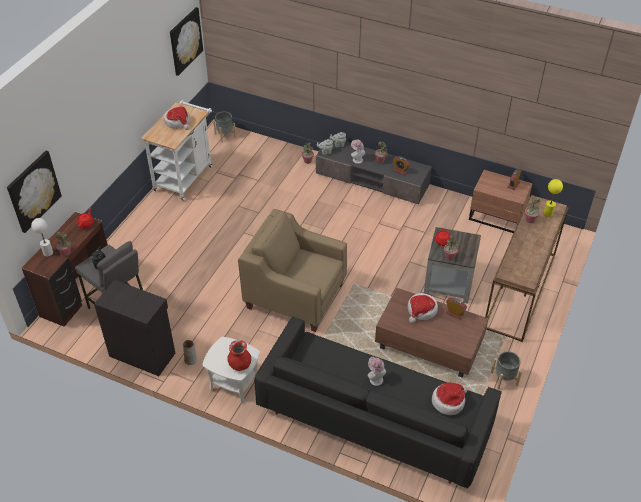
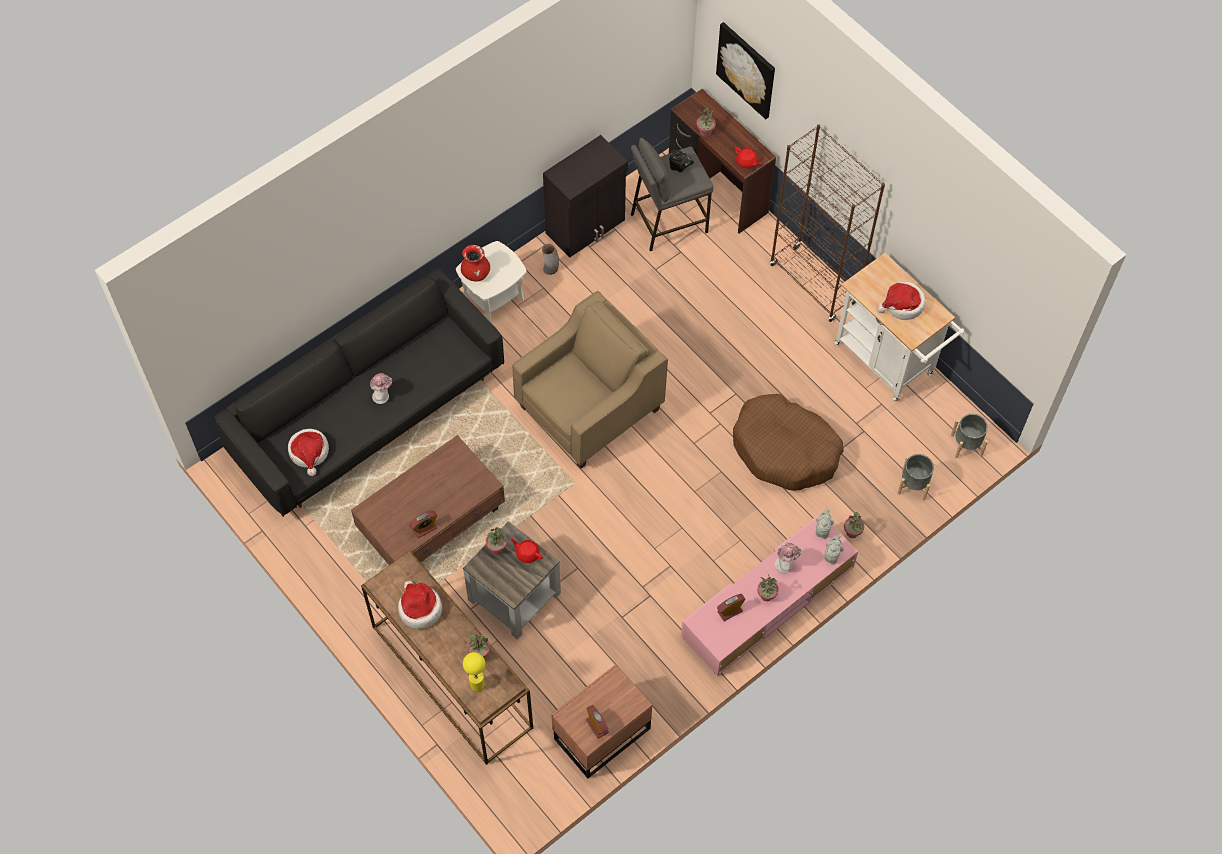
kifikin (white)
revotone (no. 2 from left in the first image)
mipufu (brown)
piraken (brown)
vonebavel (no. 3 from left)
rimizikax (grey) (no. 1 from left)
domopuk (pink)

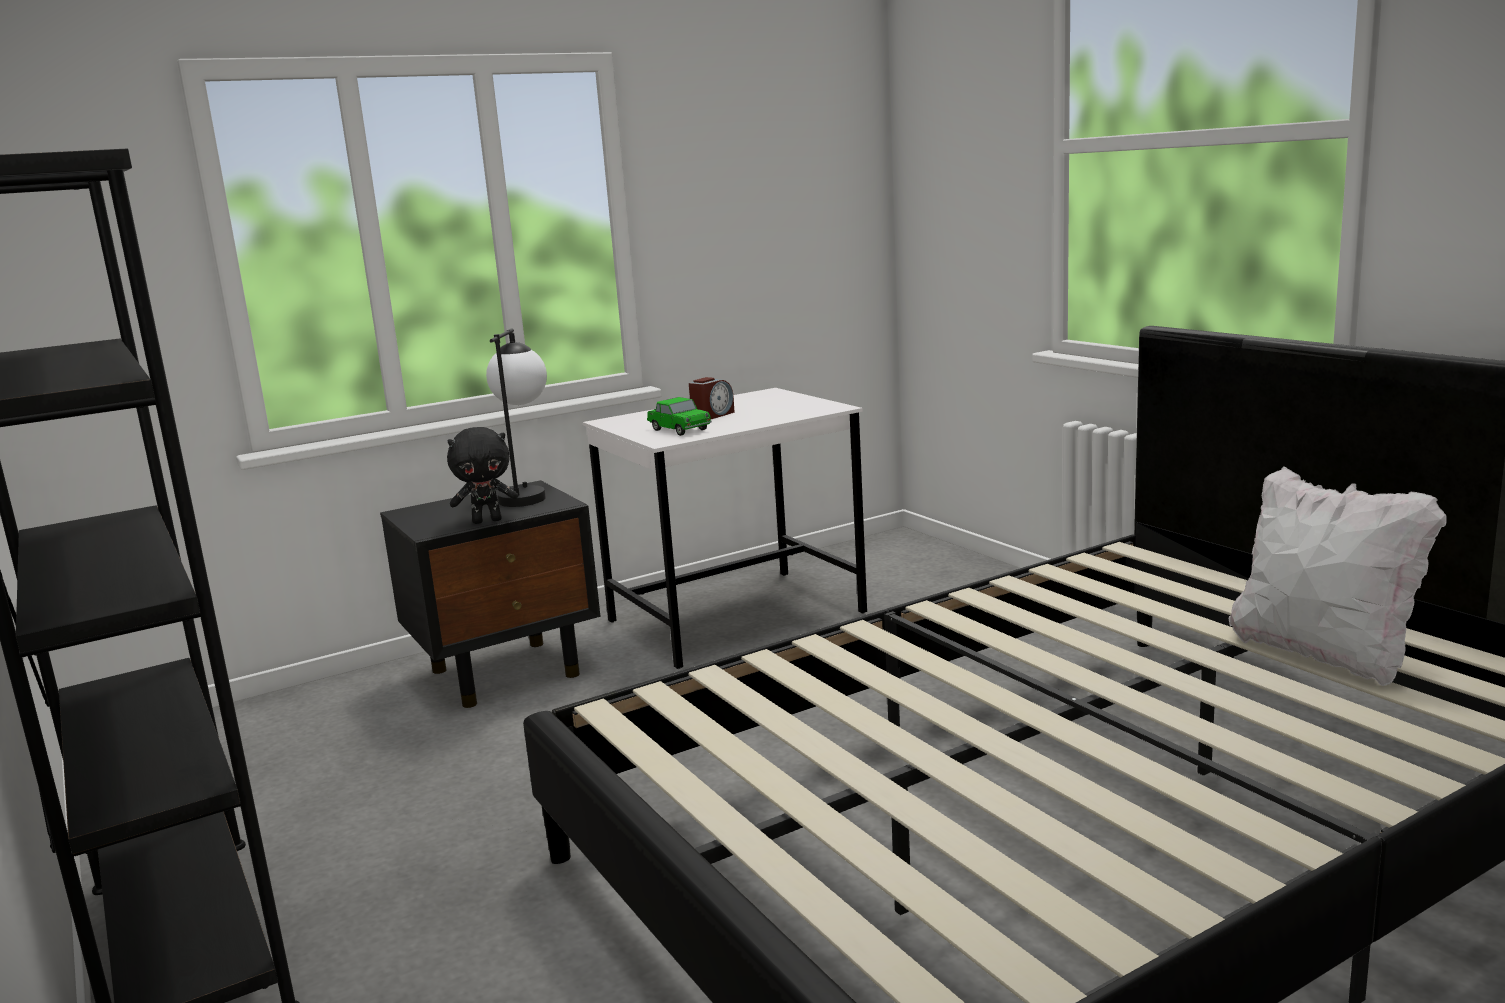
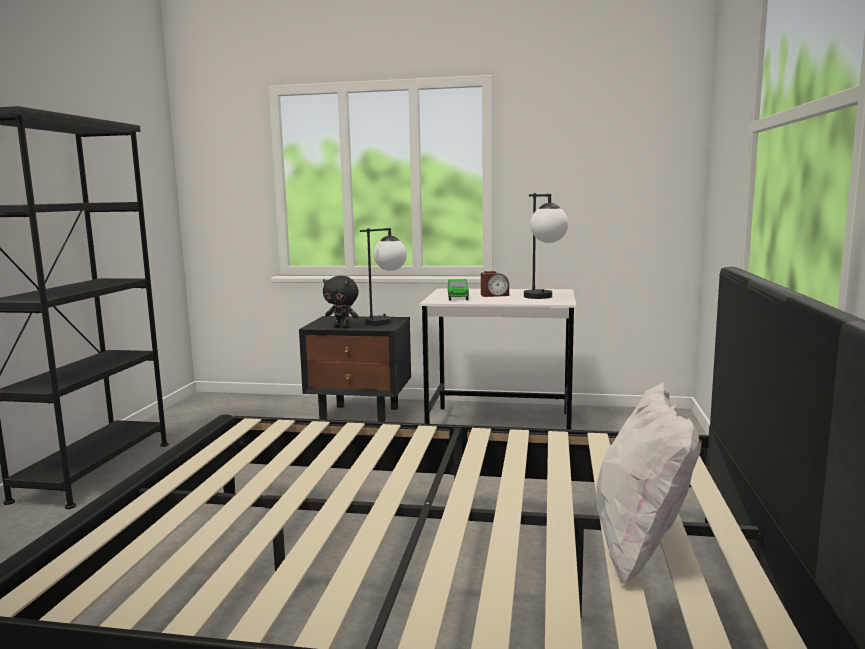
kifikin (no. 2 from left)

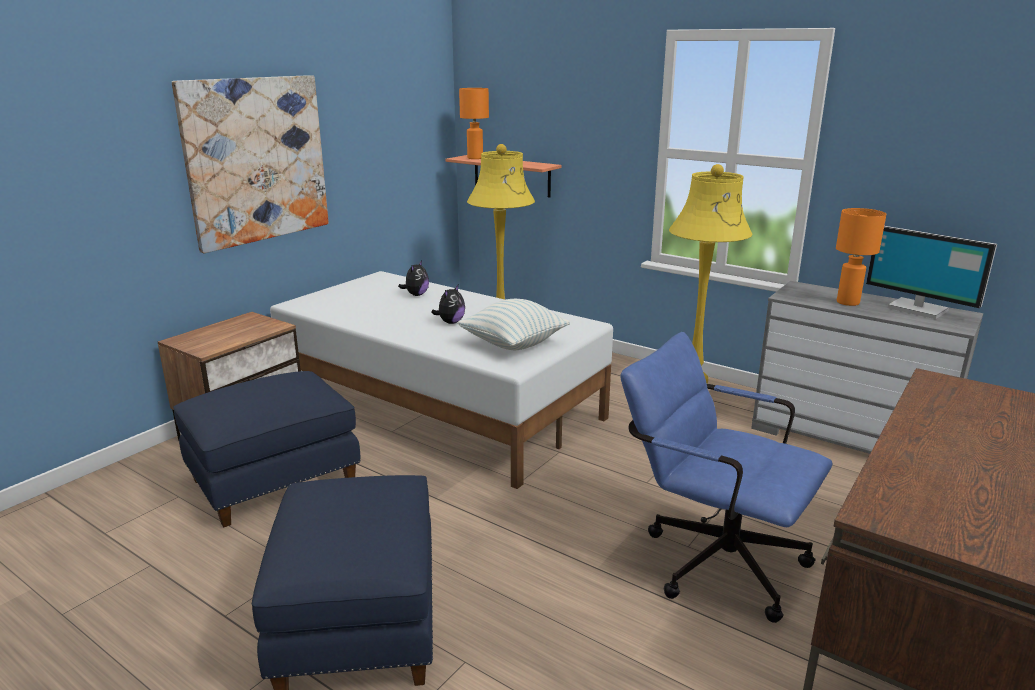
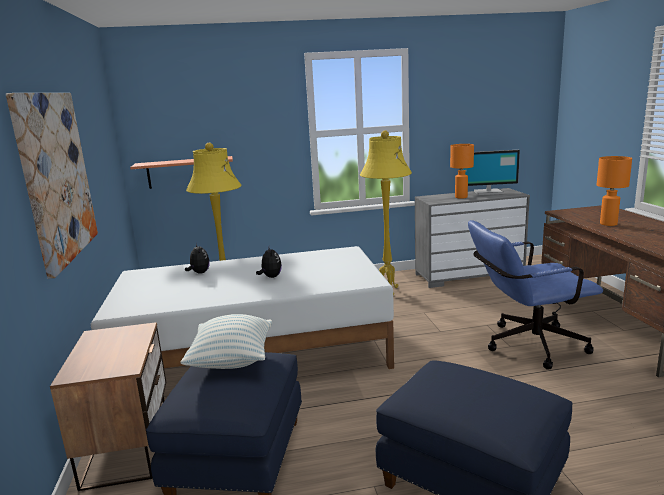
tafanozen
kifikin (orange) (no. 2 from left)

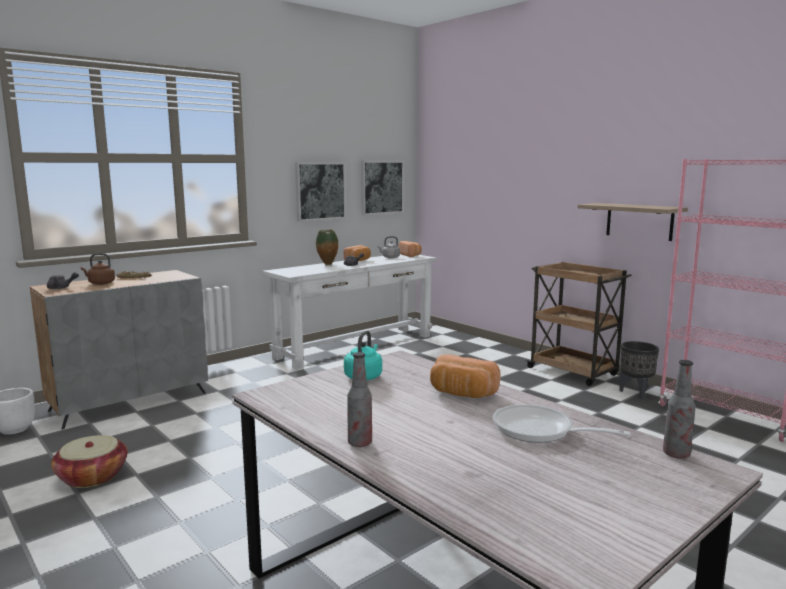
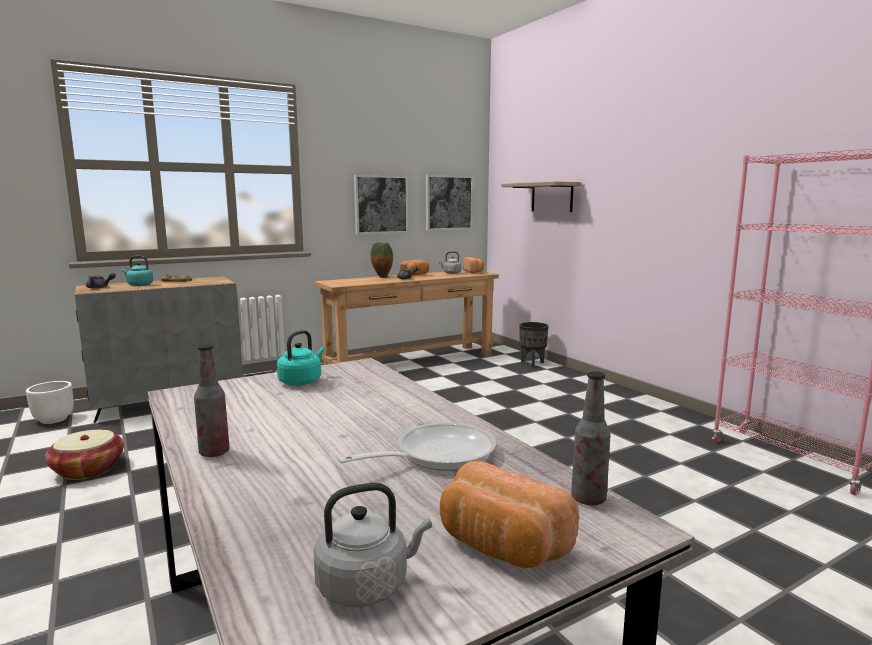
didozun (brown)
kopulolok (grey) (no. 1 from left)
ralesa (no. 4 from left)
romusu
rimizikax (black)
kopulolok (turquoise) (no. 1 from left)
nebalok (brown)
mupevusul

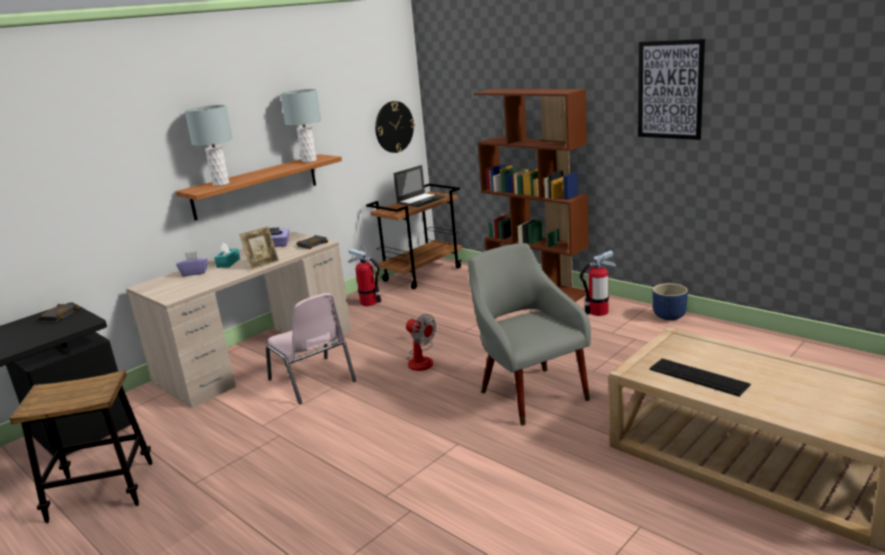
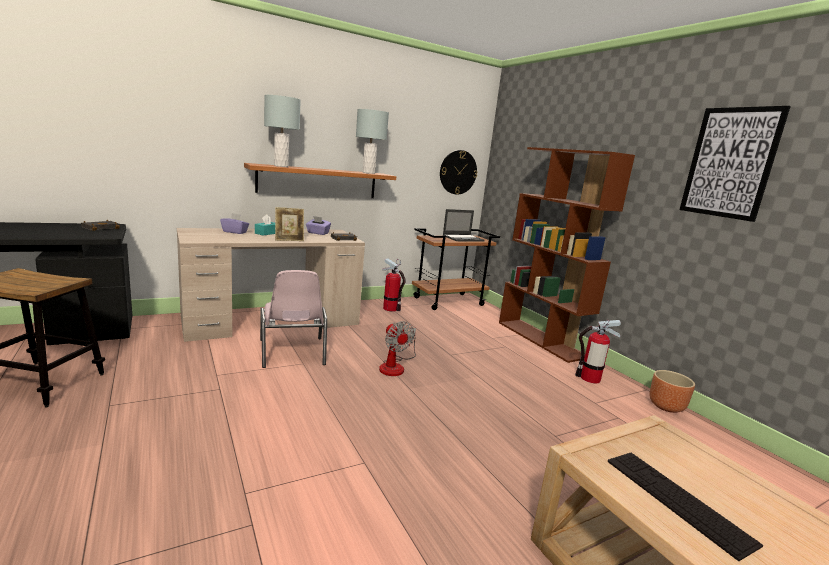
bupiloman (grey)
rimizikax (brown)

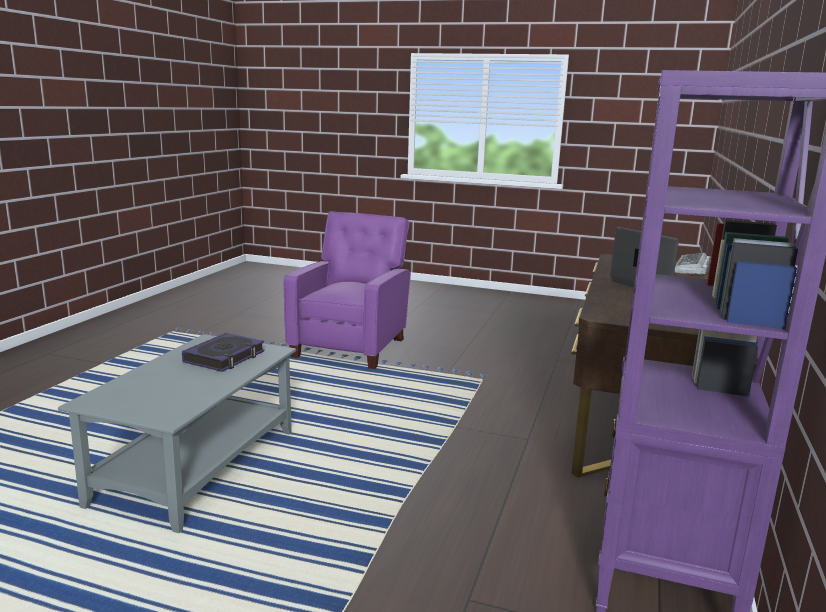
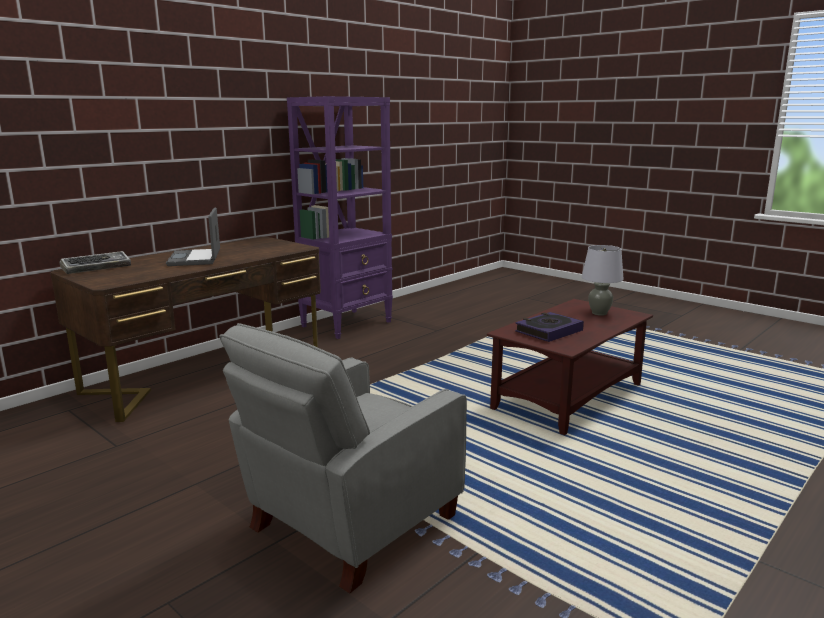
kifikin (grey)
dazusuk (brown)
bupiloman (grey)

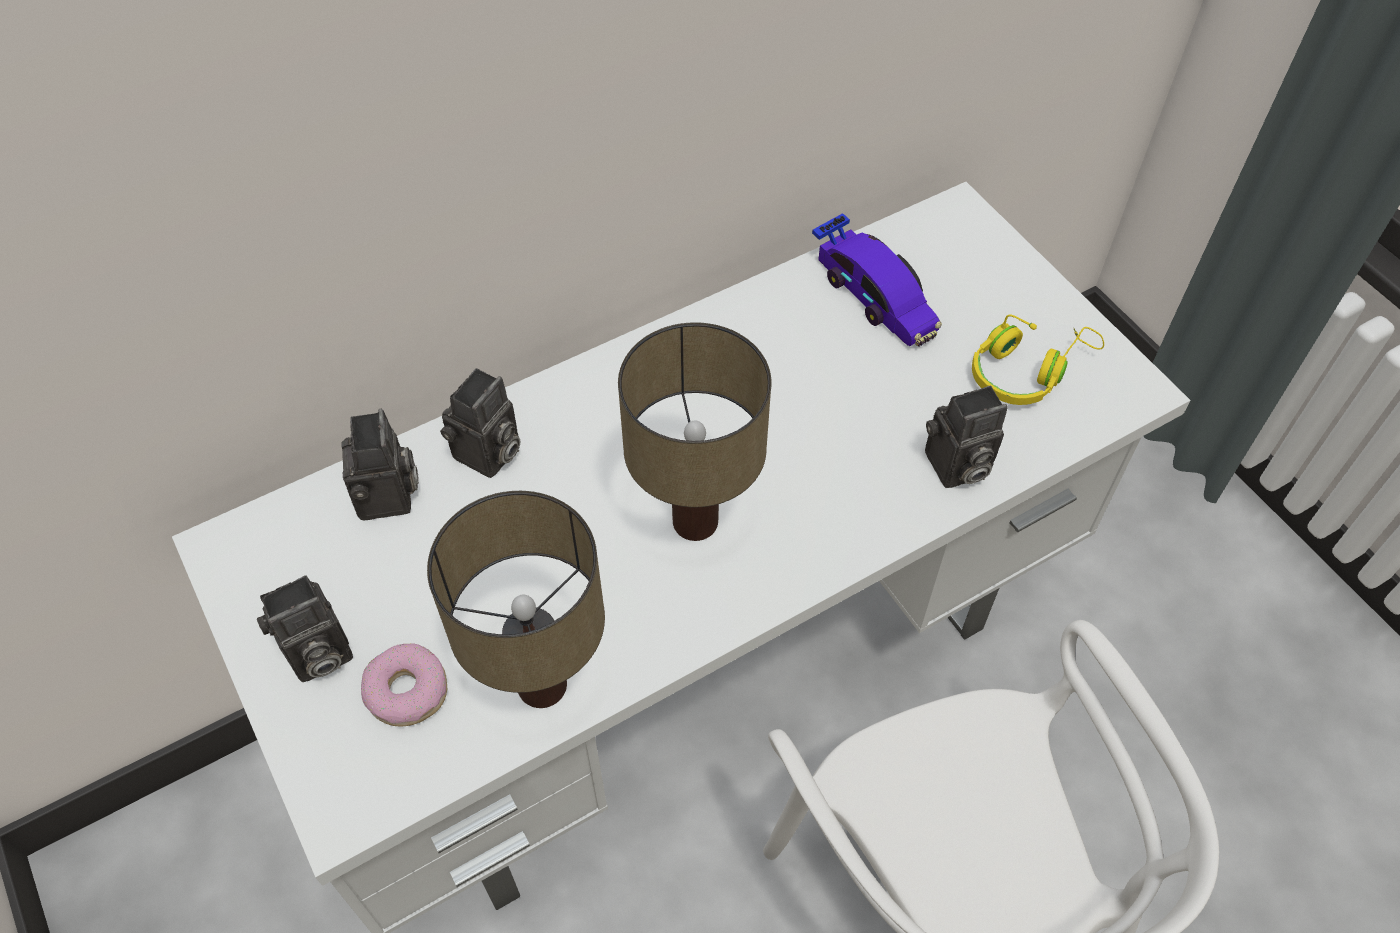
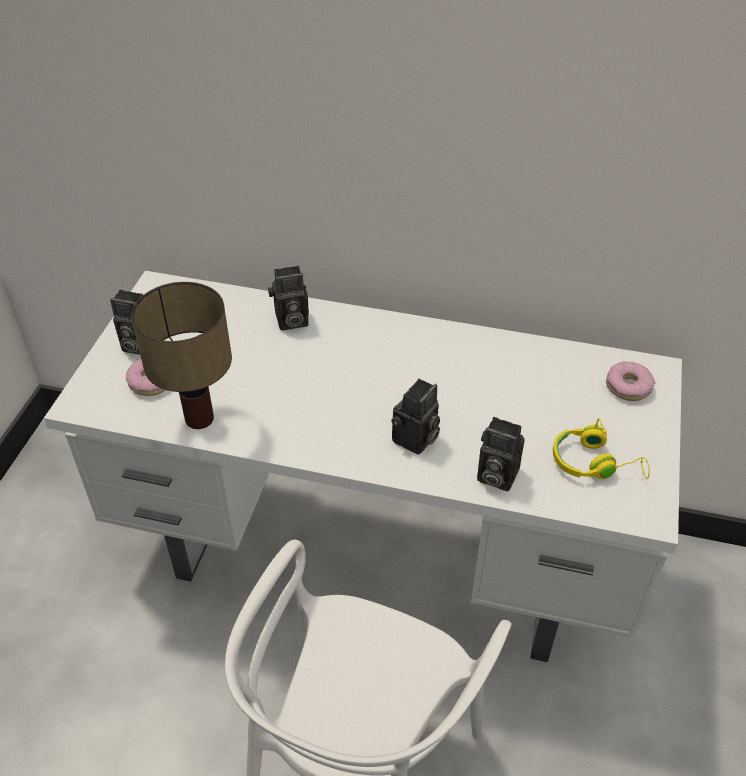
kifikin (no. 2 from left in the first image)
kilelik
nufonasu (no. 2 from left)
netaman (no. 3 from left)

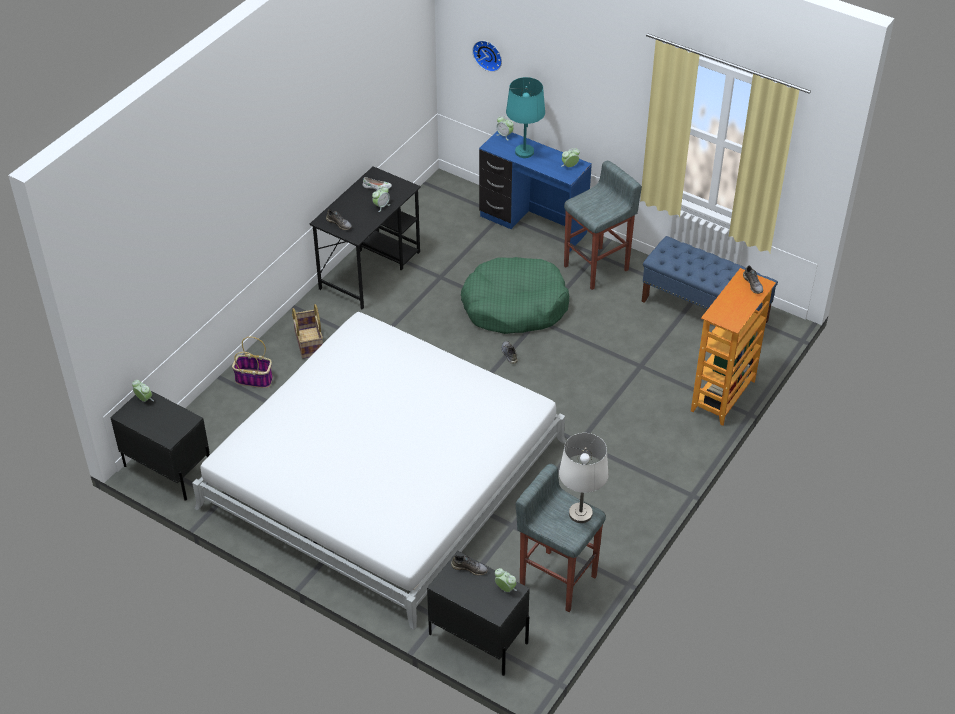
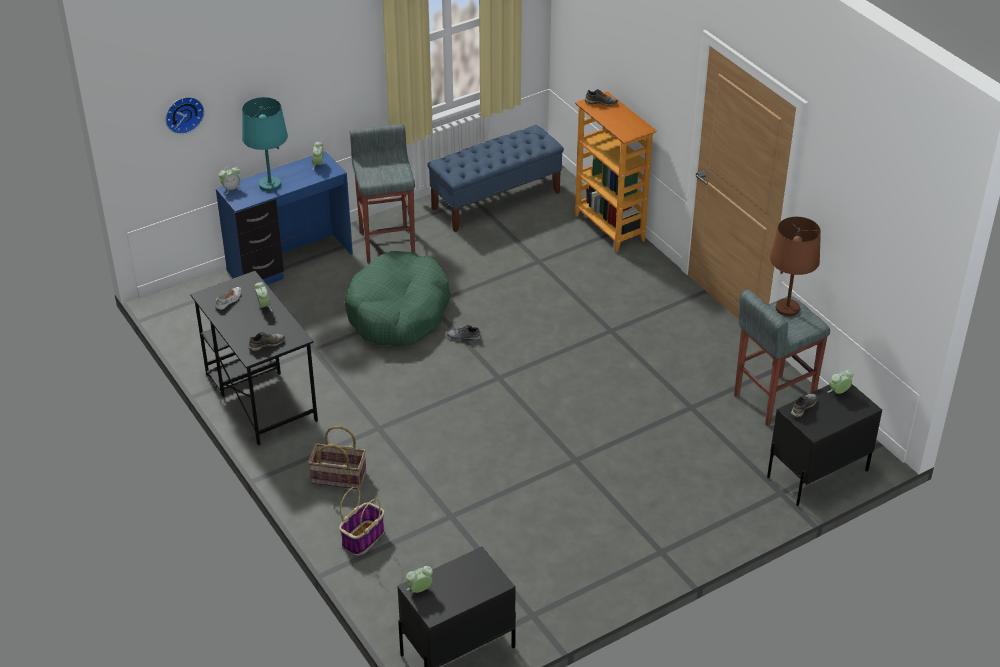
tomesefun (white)
kifikin (brown)

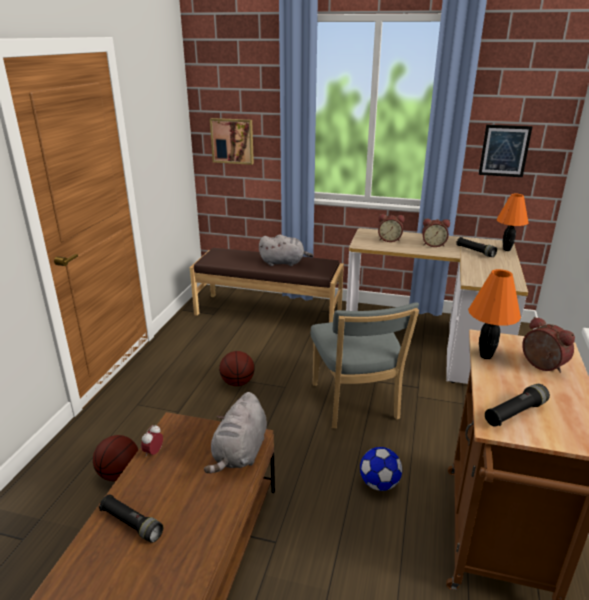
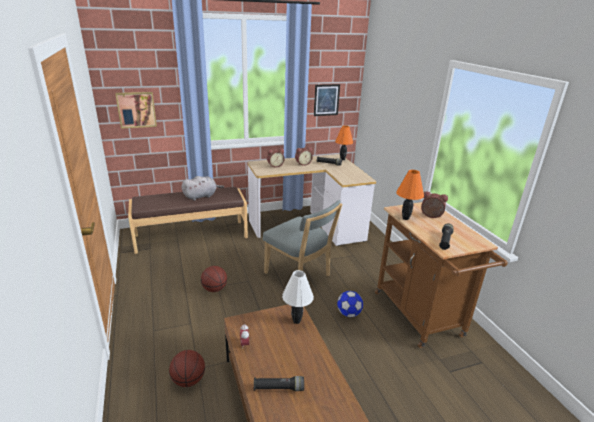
kifikin (white)

